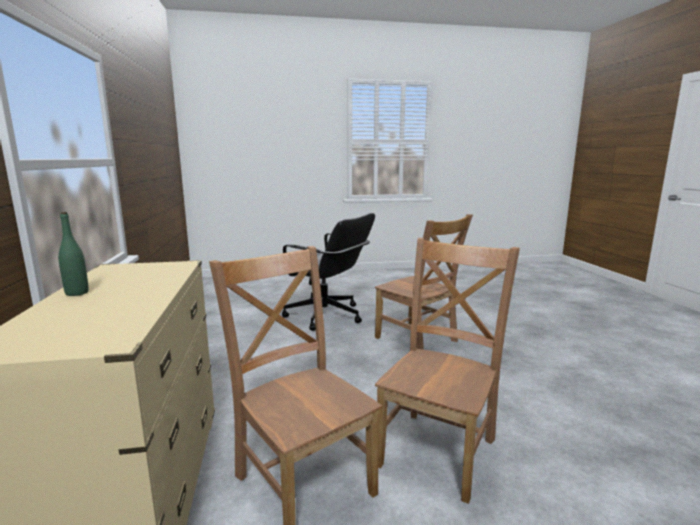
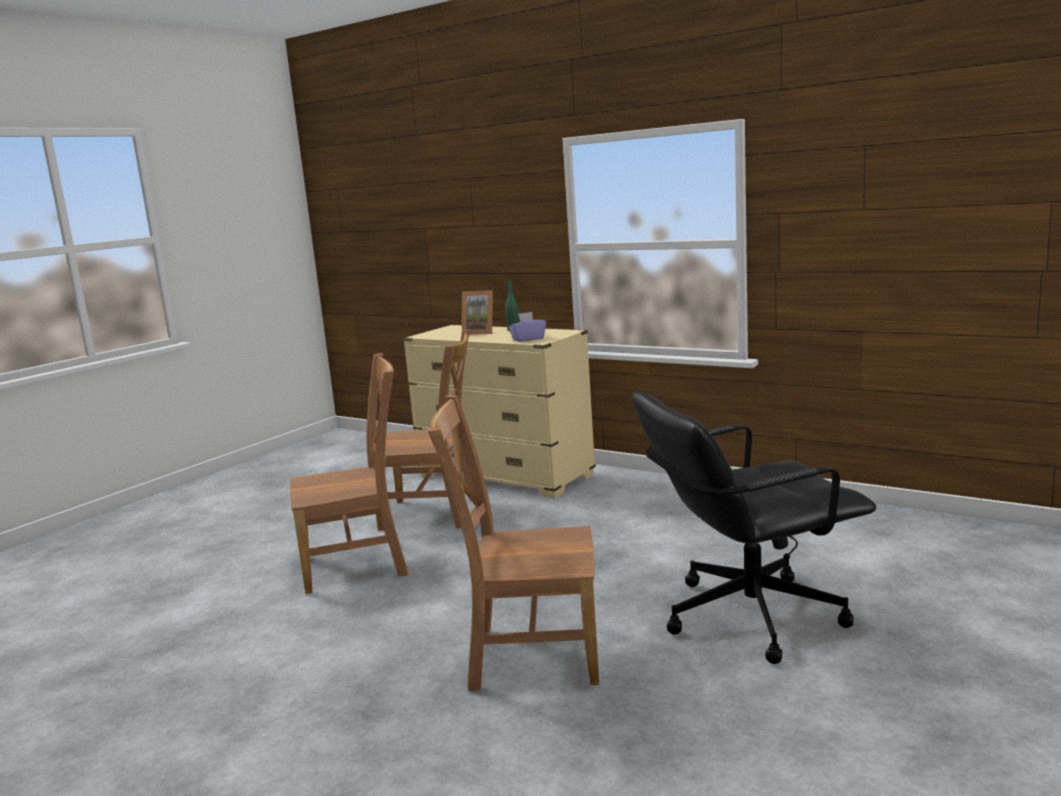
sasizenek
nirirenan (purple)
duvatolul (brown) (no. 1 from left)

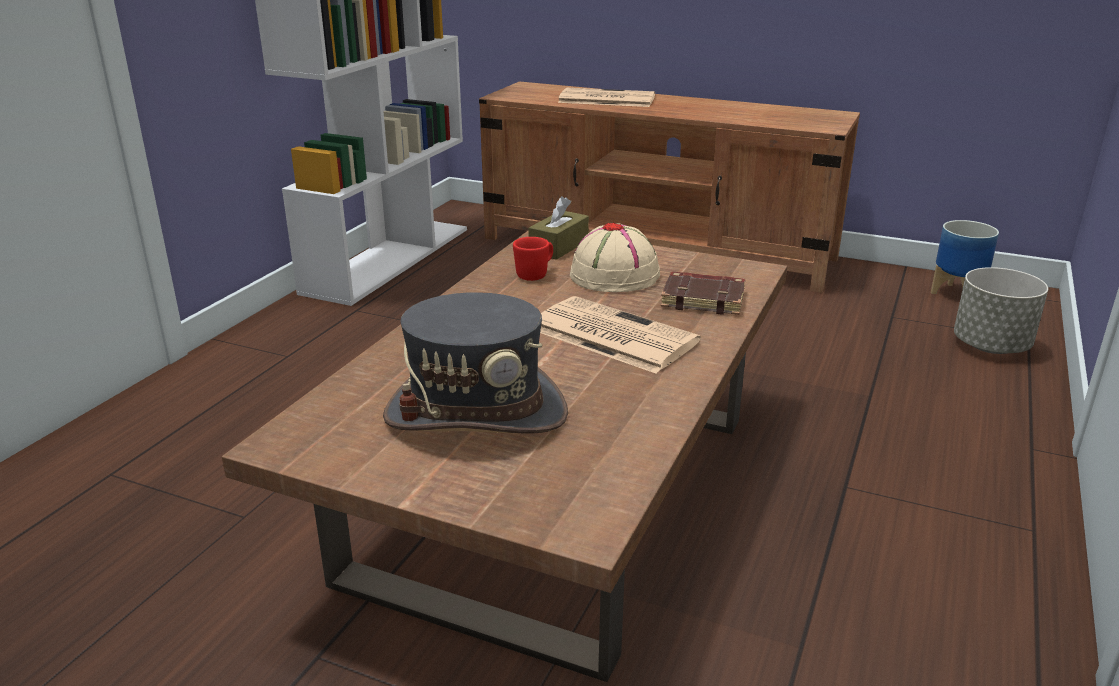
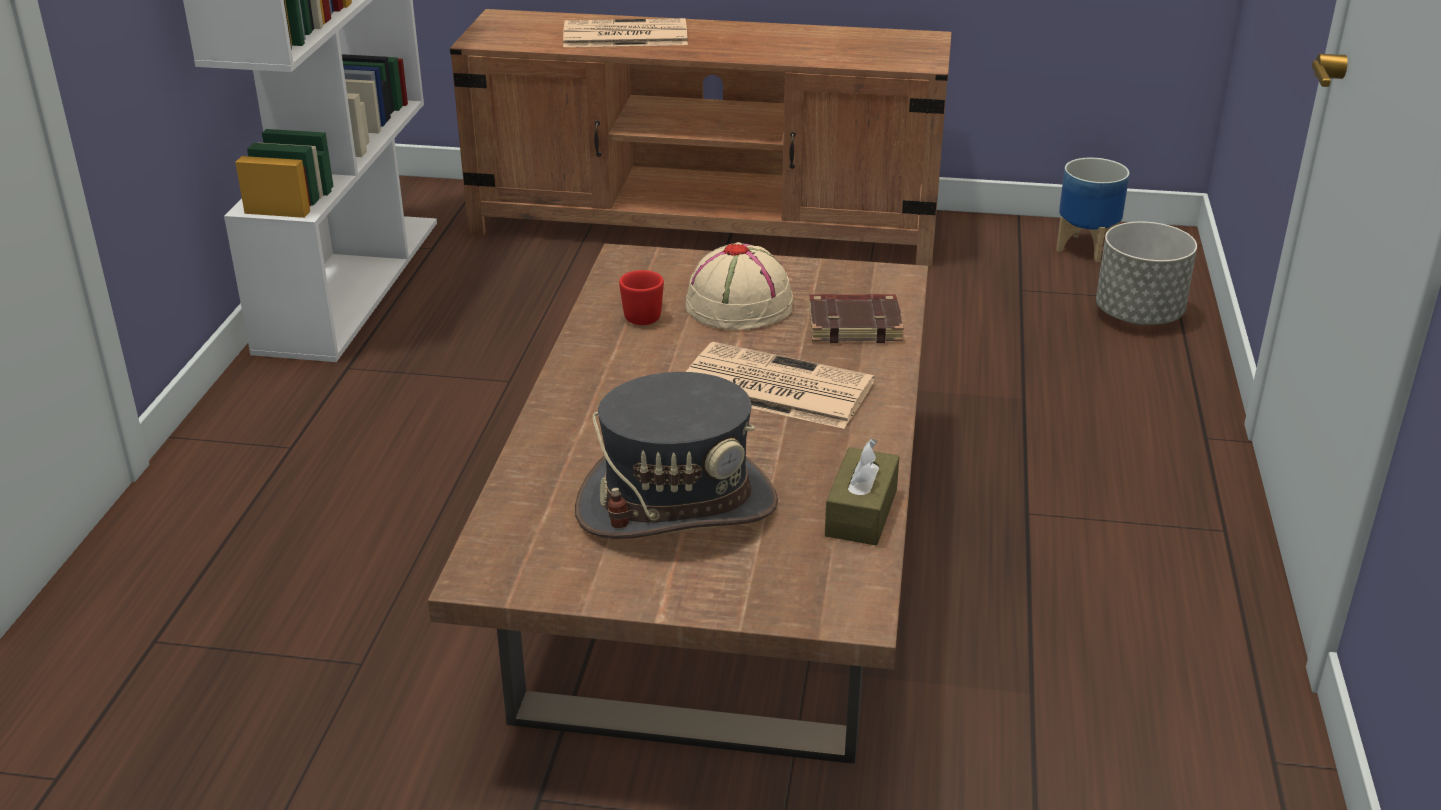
nirirenan (brown)

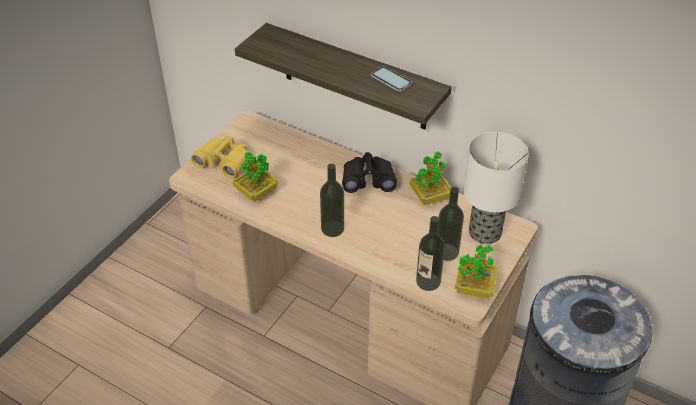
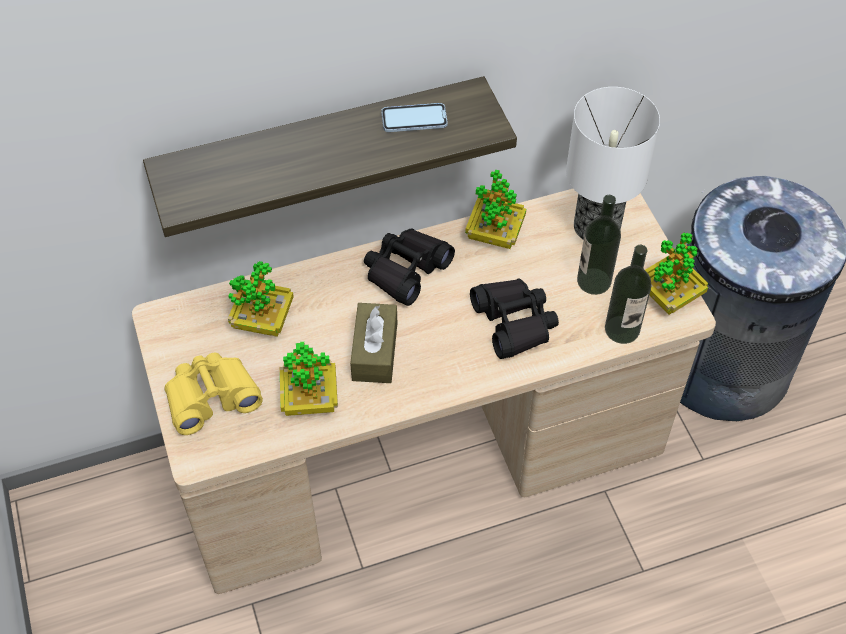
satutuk (no. 1 from left in the first image)
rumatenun (no. 1 from left)
nirirenan (brown)
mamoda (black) (no. 2 from left)

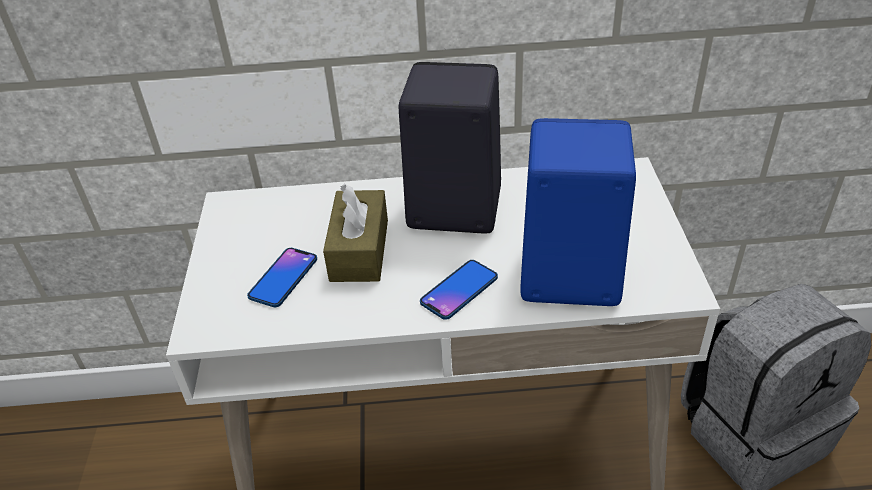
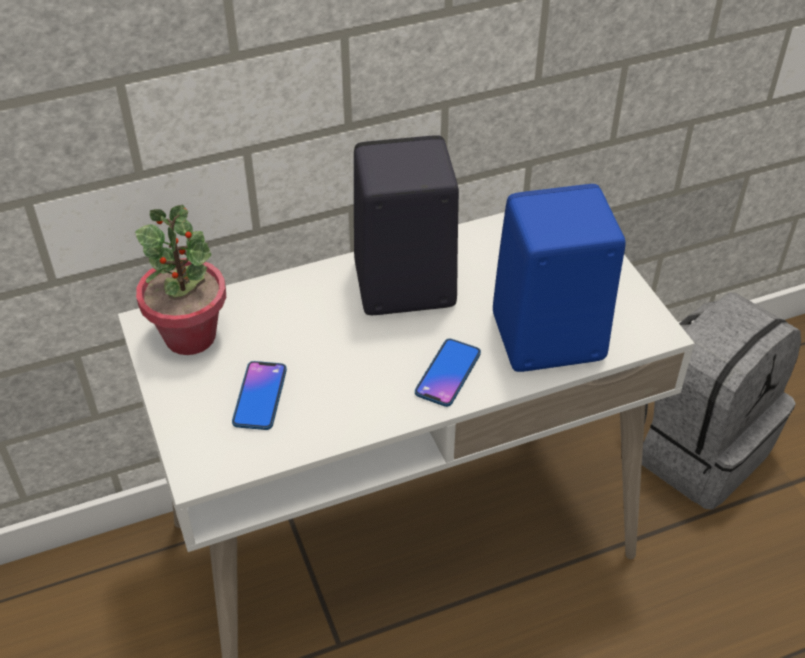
nirirenan (brown)
rumatenun

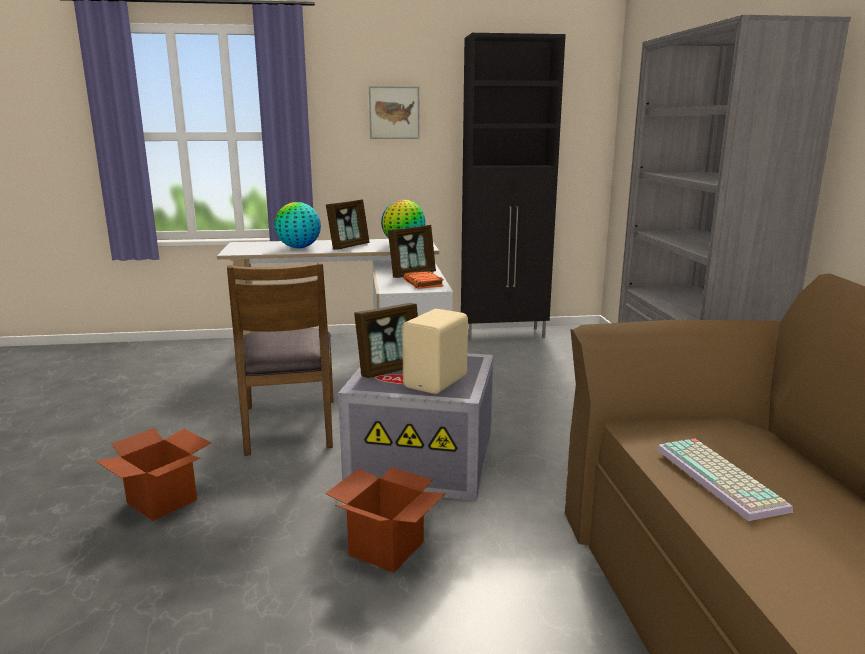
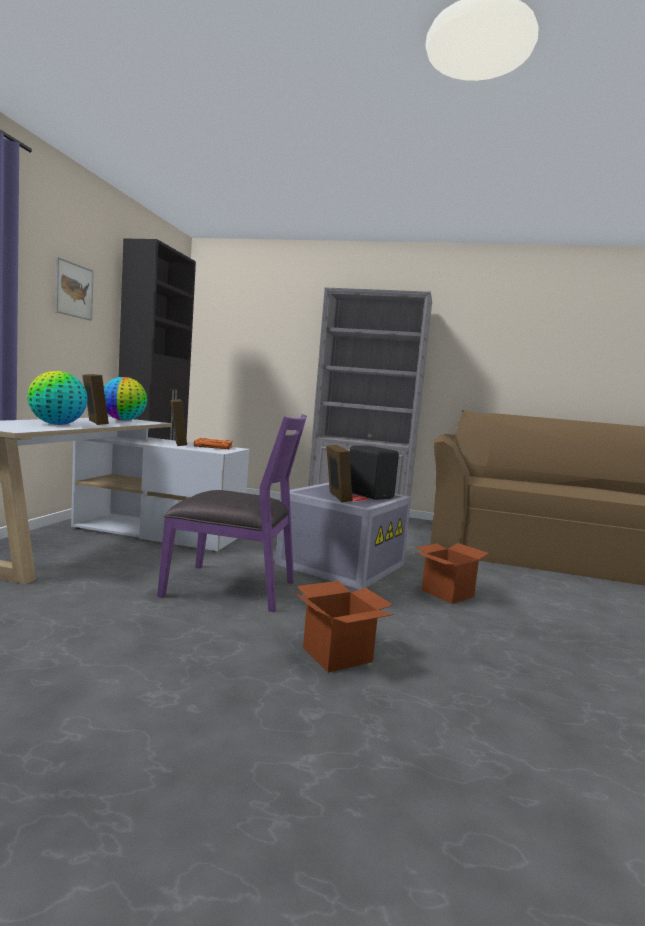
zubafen
duvatolul (purple)
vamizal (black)

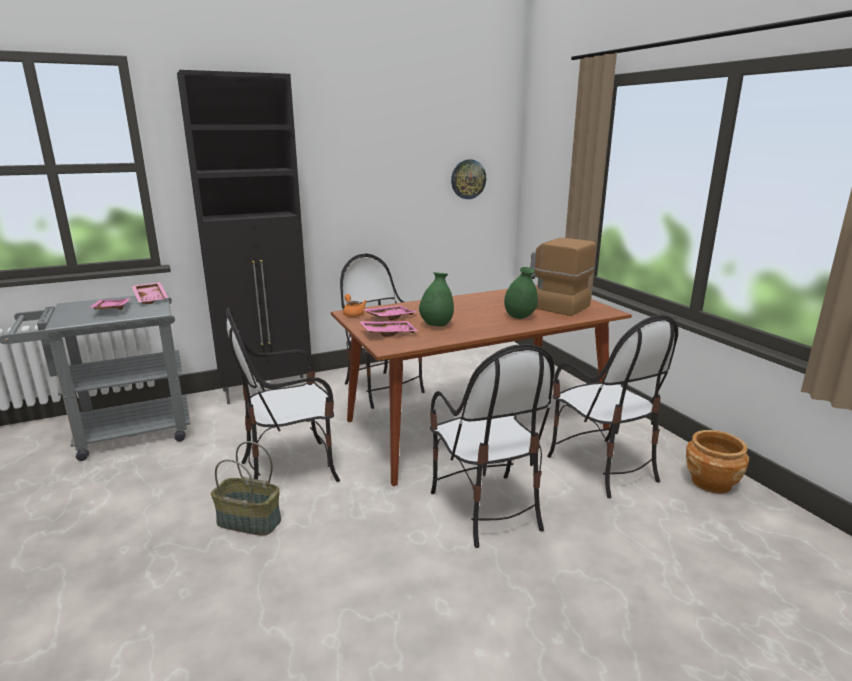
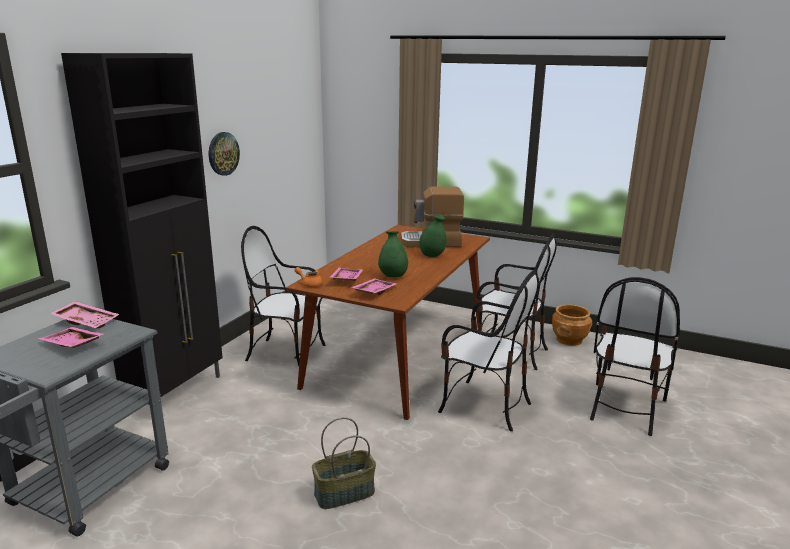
duvatolul (no. 4 from left)
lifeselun

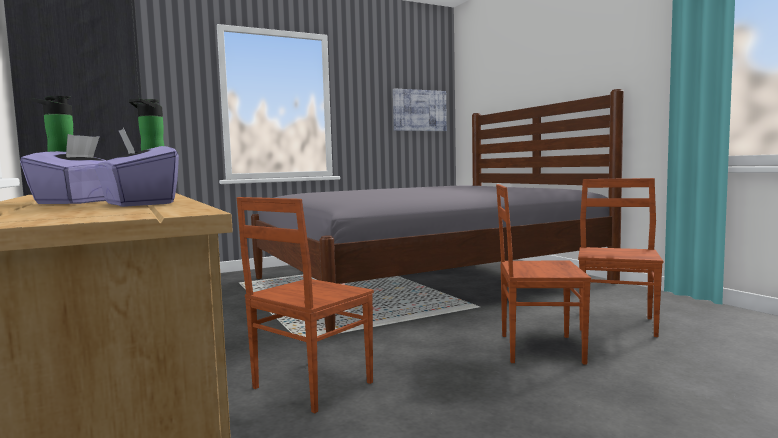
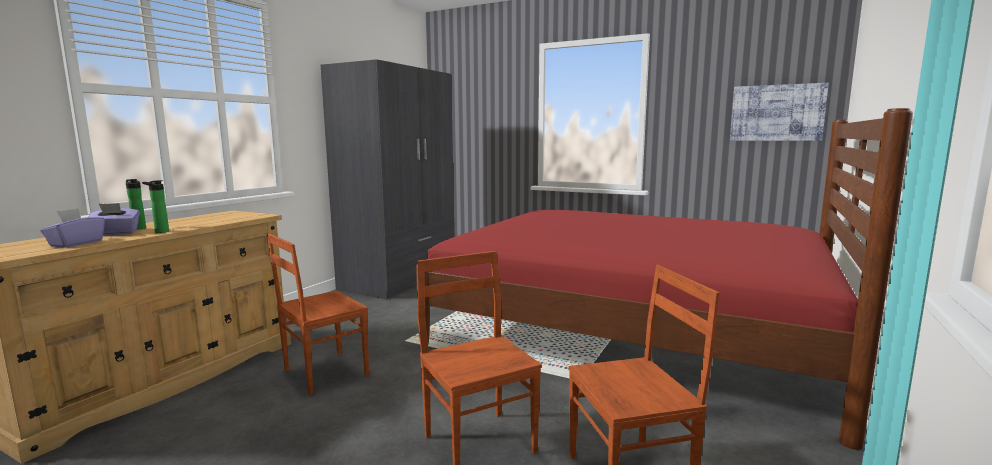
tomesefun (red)
duvatolul (brown) (no. 1 from left)

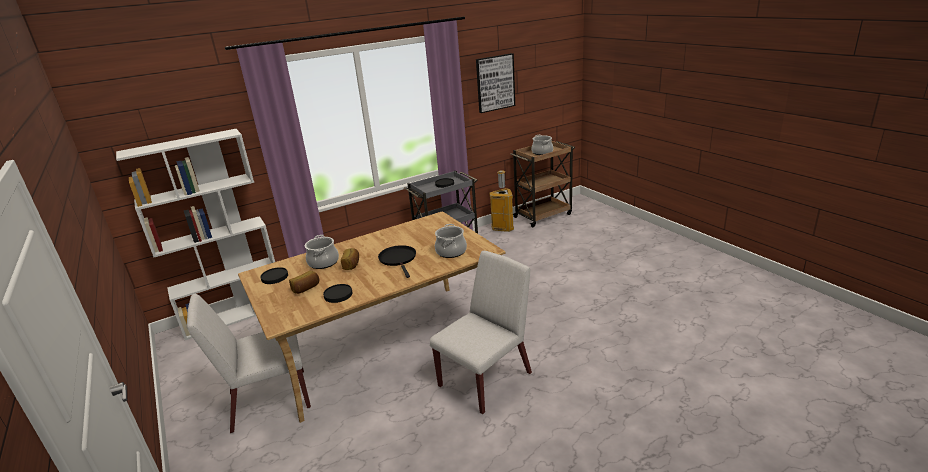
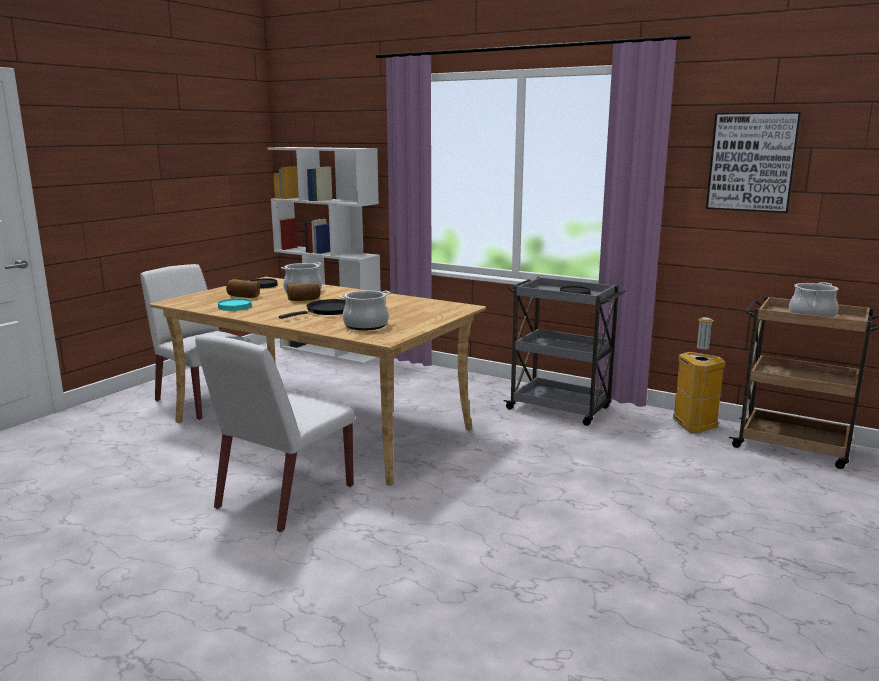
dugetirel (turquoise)
duvatolul (white) (no. 2 from left)

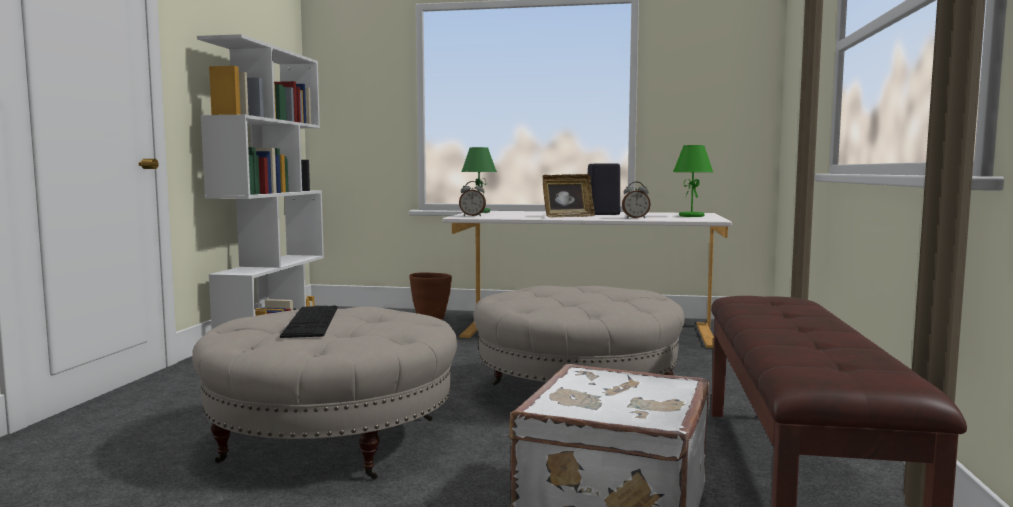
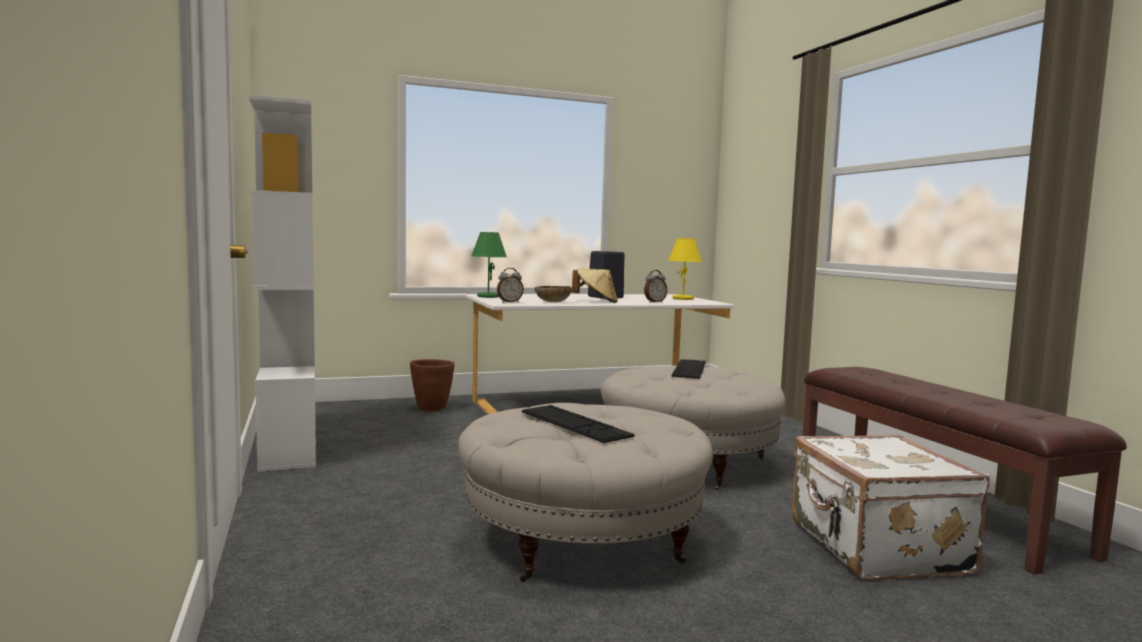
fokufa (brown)
zubafen (no. 2 from left)
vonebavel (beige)
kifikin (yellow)

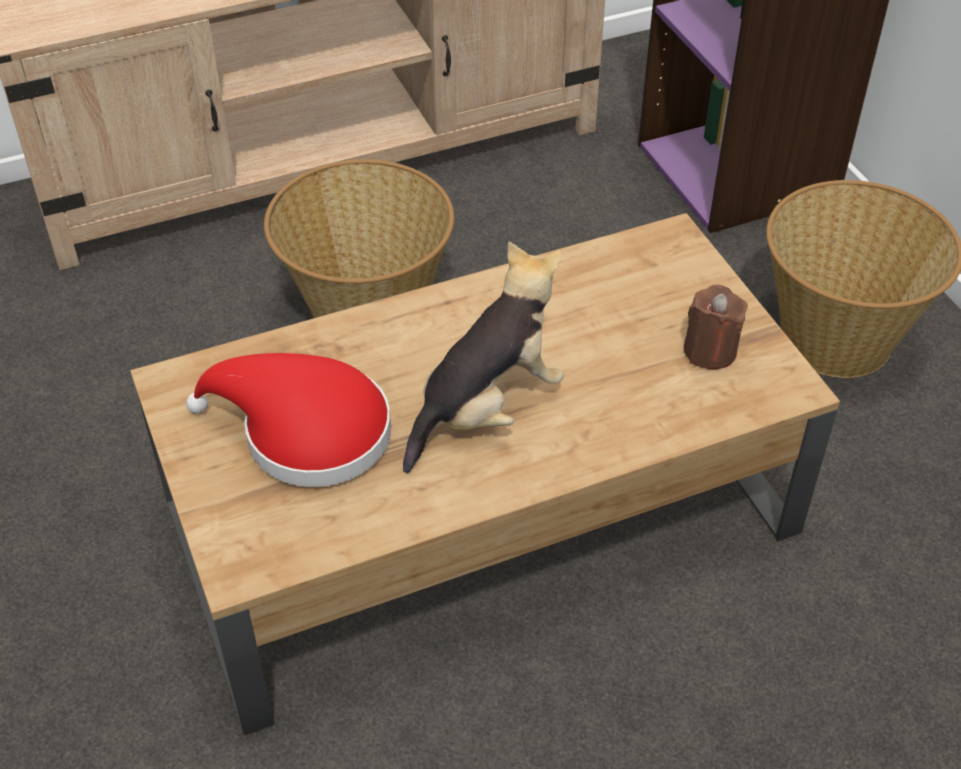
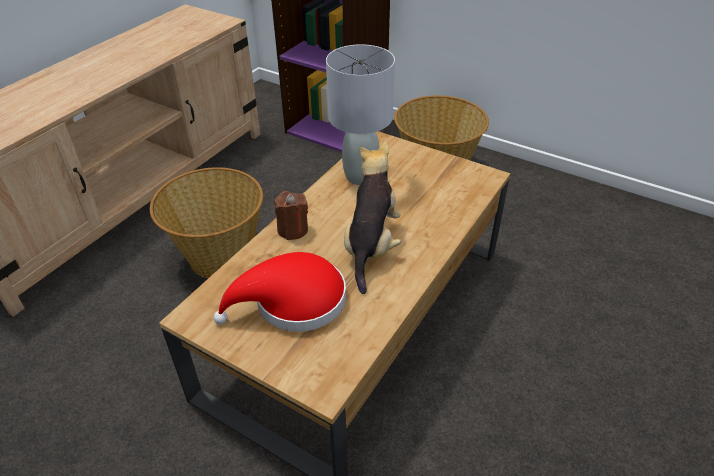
kifikin (grey)
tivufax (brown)

